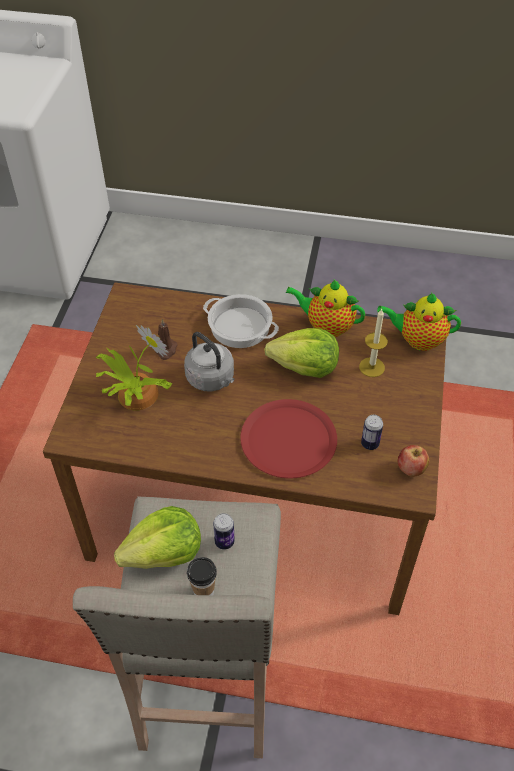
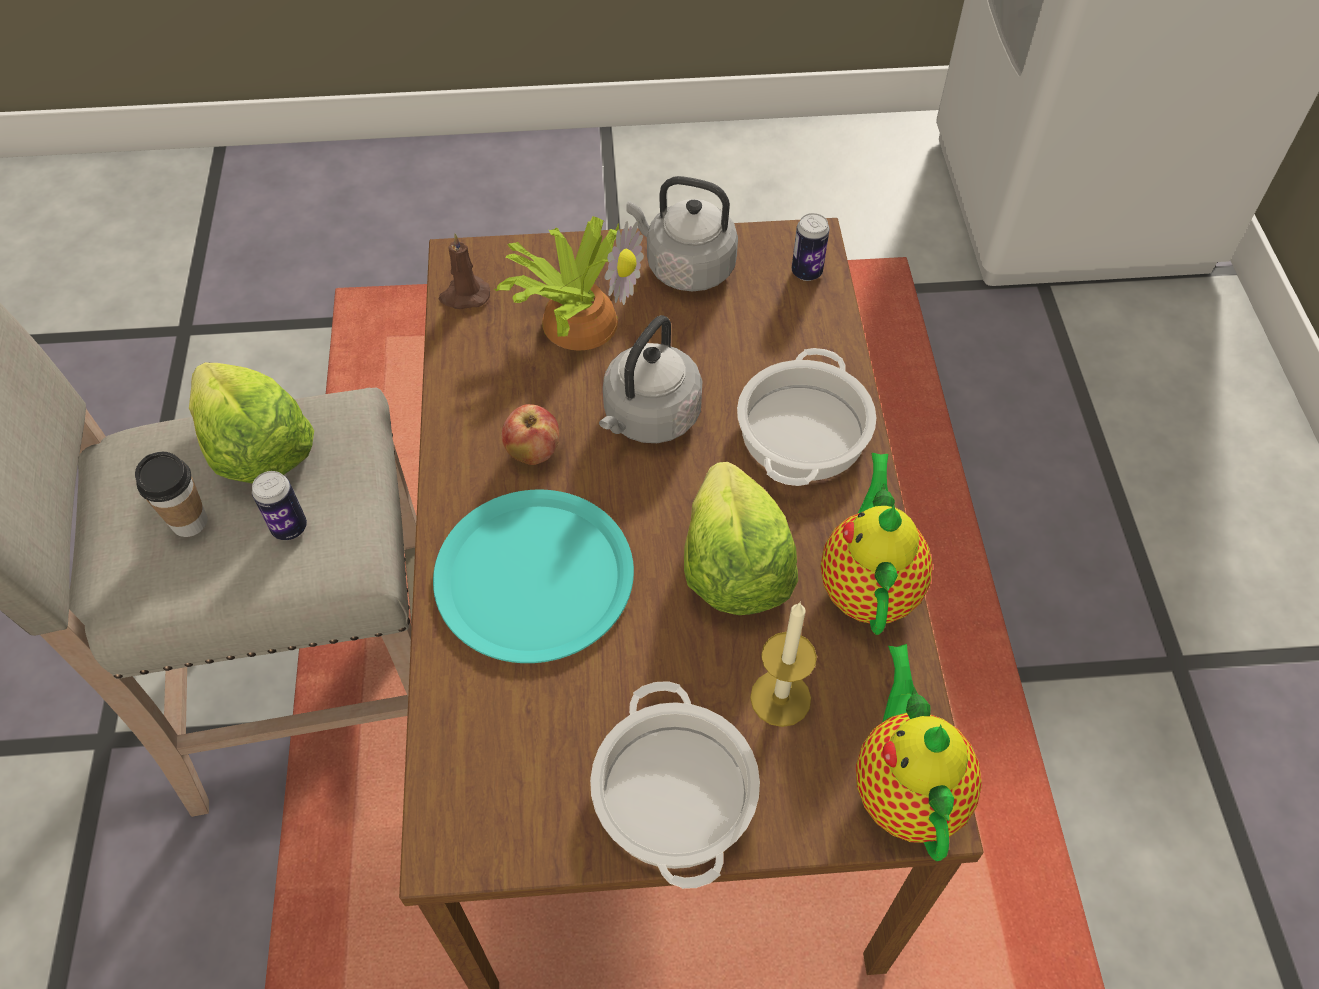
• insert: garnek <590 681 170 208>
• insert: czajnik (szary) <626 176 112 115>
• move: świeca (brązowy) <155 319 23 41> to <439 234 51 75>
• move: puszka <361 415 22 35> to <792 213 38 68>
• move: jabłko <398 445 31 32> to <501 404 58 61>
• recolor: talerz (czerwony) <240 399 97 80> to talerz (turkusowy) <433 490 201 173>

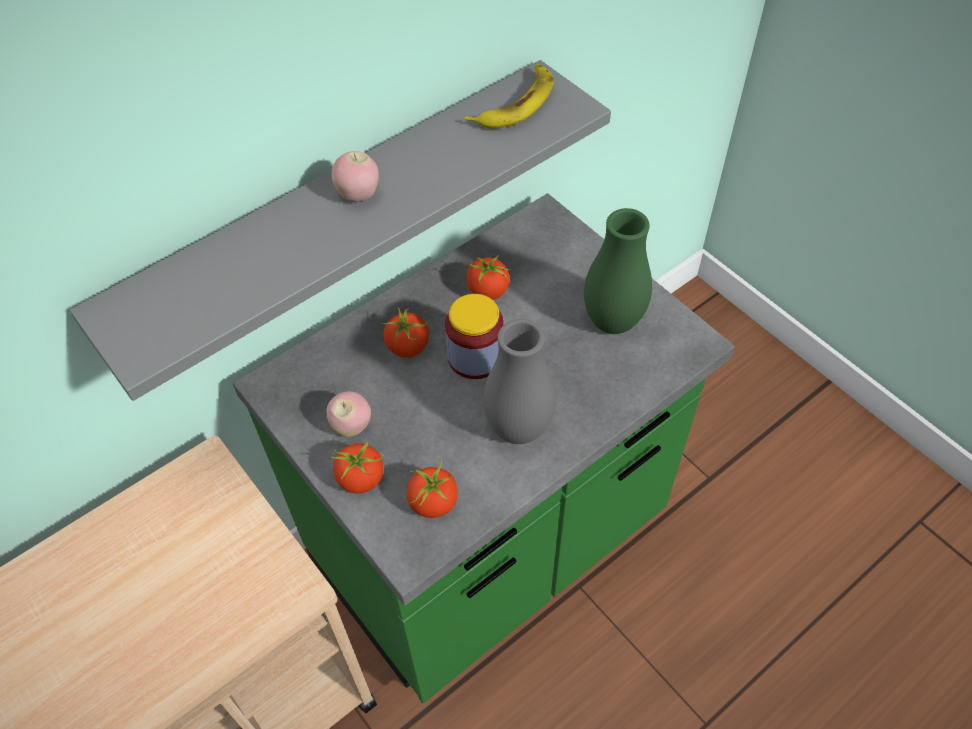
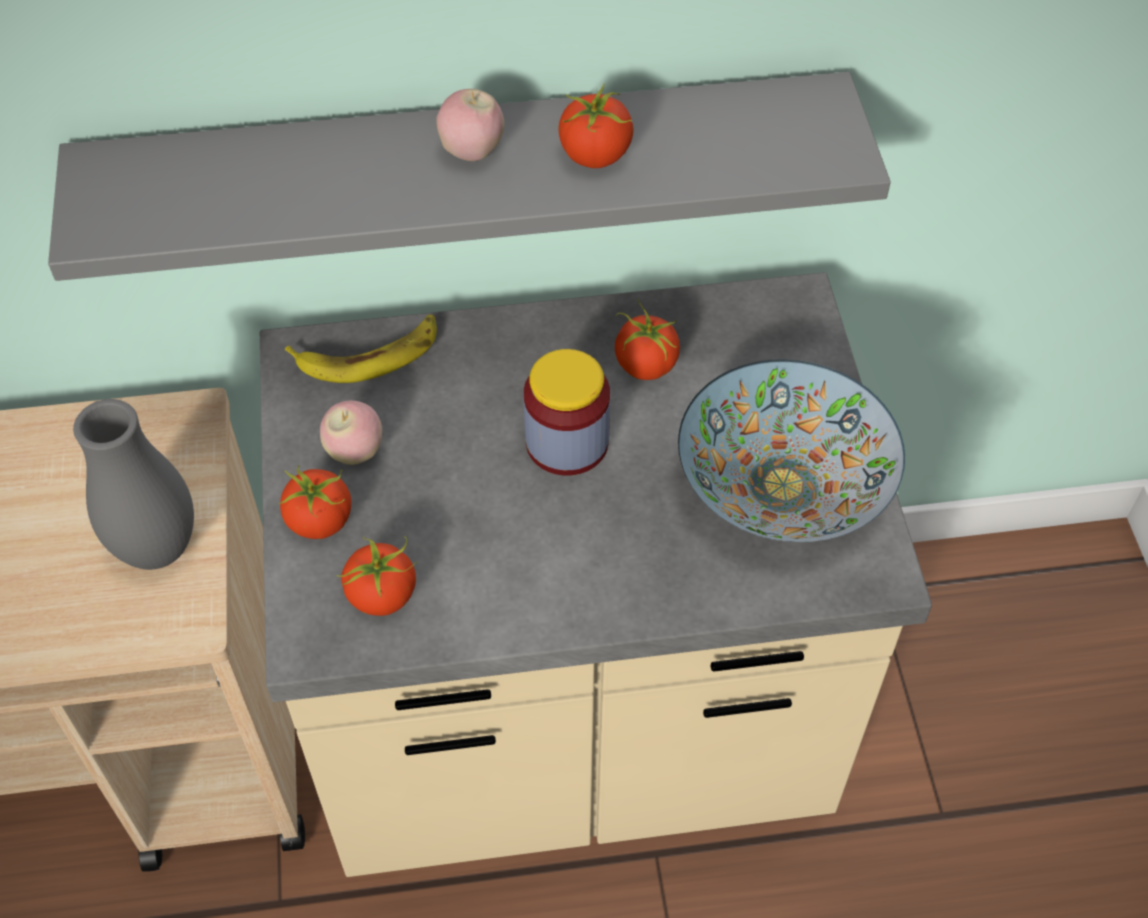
• move: pomidor <382 307 47 51> to <558 83 75 85>
• move: banan <465 64 89 64> to <285 315 152 68>
• move: wazon (szary) <483 319 73 125> to <73 399 121 171>
• replace: wazon (zielony) <584 208 68 126> to miska <678 359 227 183>
• recolor: zabudowa kuchenna (zielony) <233 194 502 509> to zabudowa kuchenna (beżowy) <260 272 672 605>

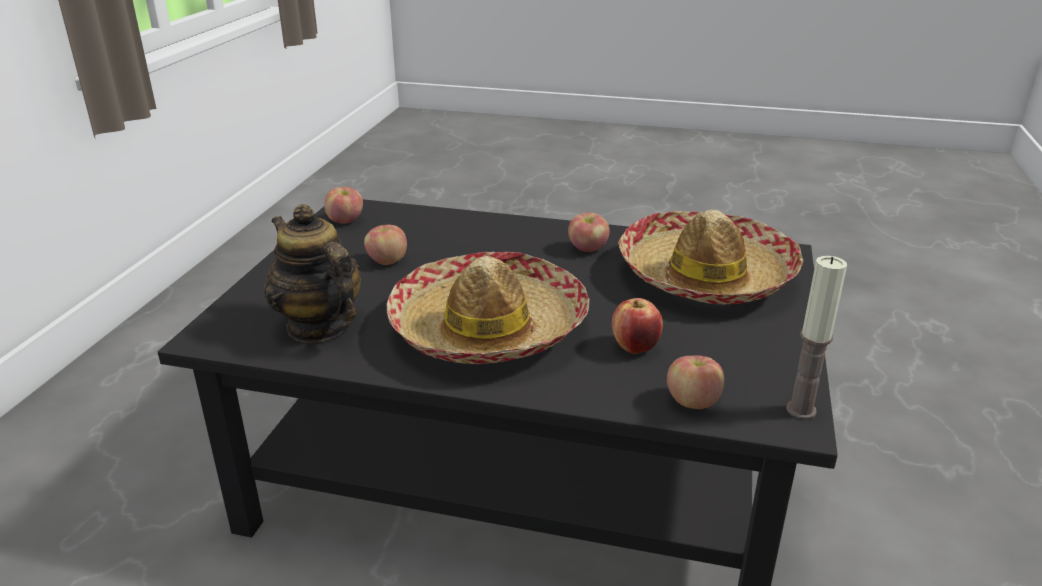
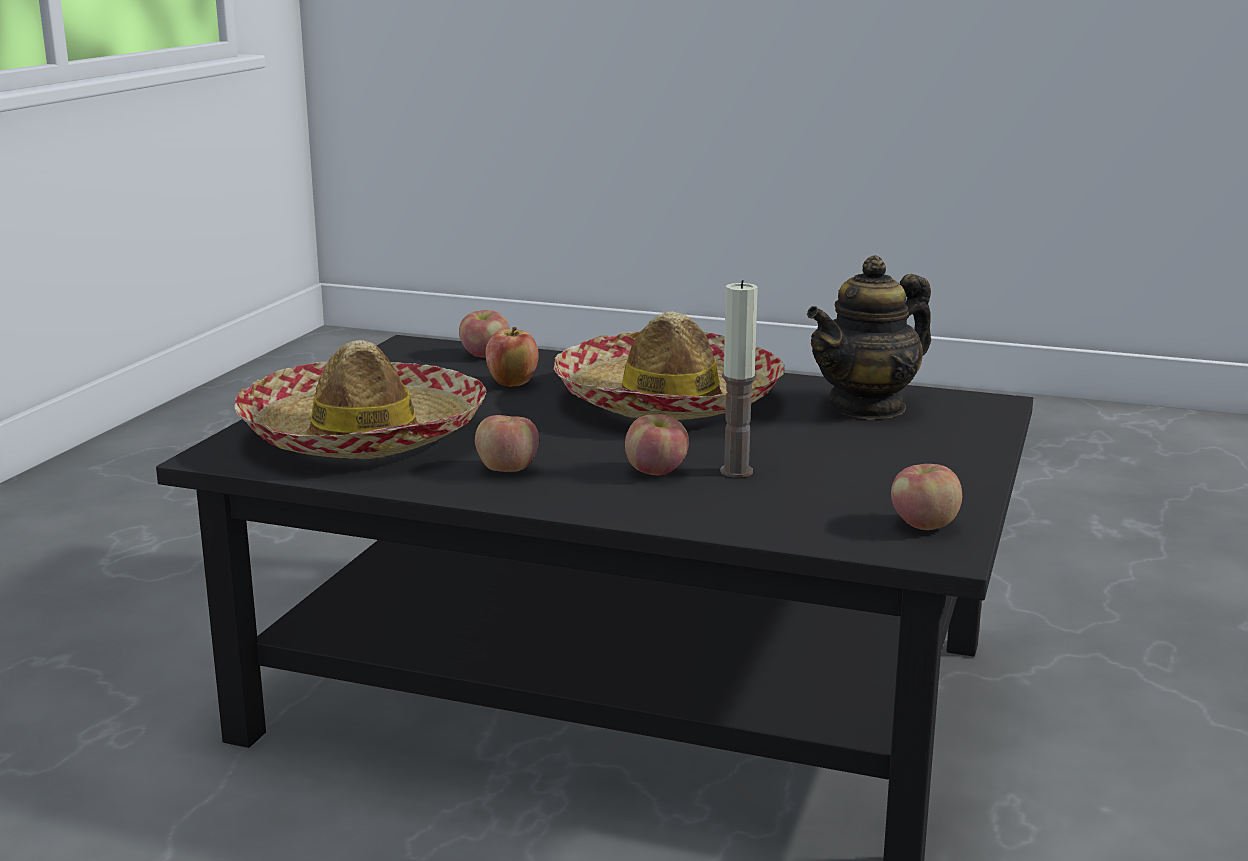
• move: jabłko <364 225 43 40> to <625 414 64 62>
• move: świeca <786 256 61 163> to <720 280 38 198>
• rotate: imbryk <264 204 97 139> = <807 255 124 165> 90 degrees clockwise

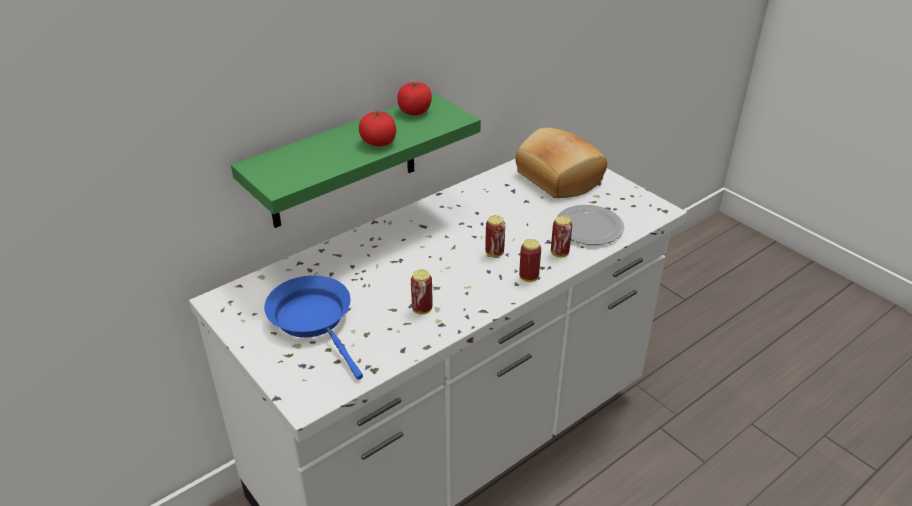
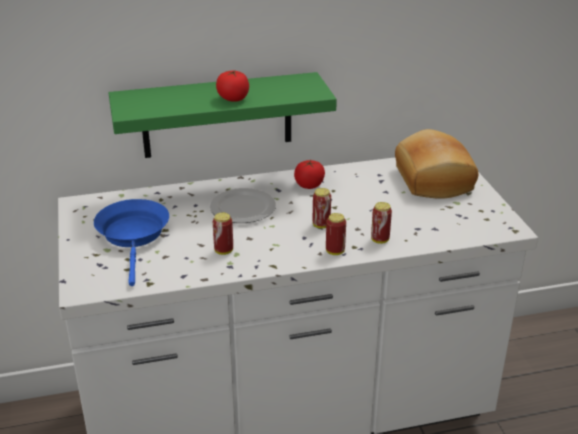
• move: pomidor <397 82 35 33> to <294 160 31 29>
• move: talerz <557 205 67 40> to <210 188 66 35>

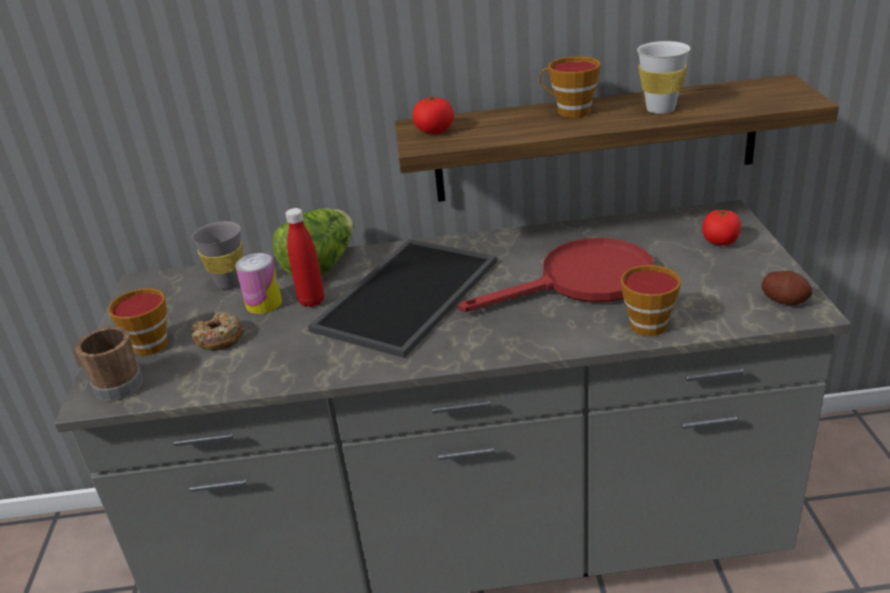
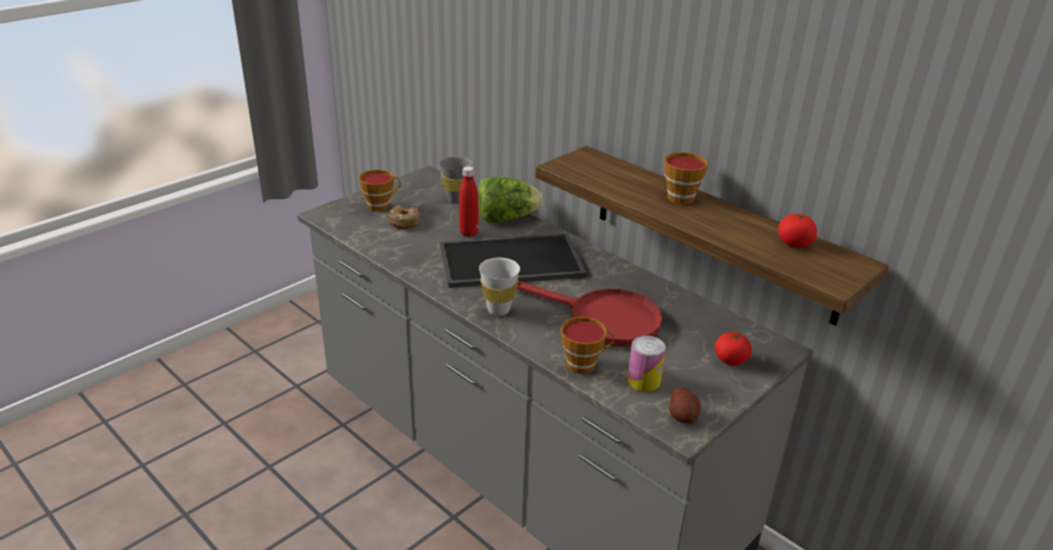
• delete: kubek (brązowy) <73 327 70 74>
• move: puszka <235 253 47 61> to <627 336 39 56>
• move: pomidor <412 96 42 38> to <778 214 39 34>
• move: filiżanka (biały) <637 41 53 73> to <479 258 41 58>

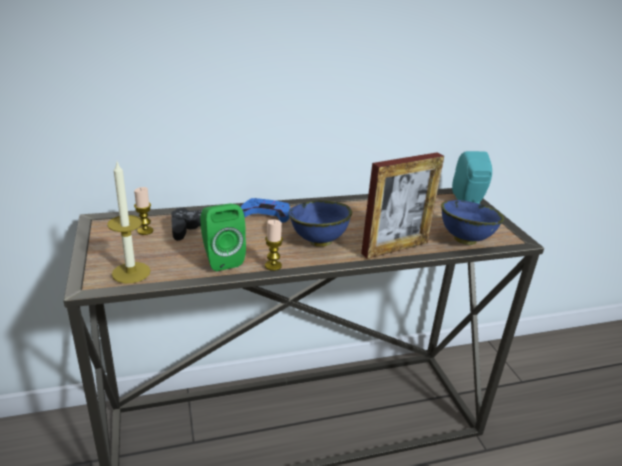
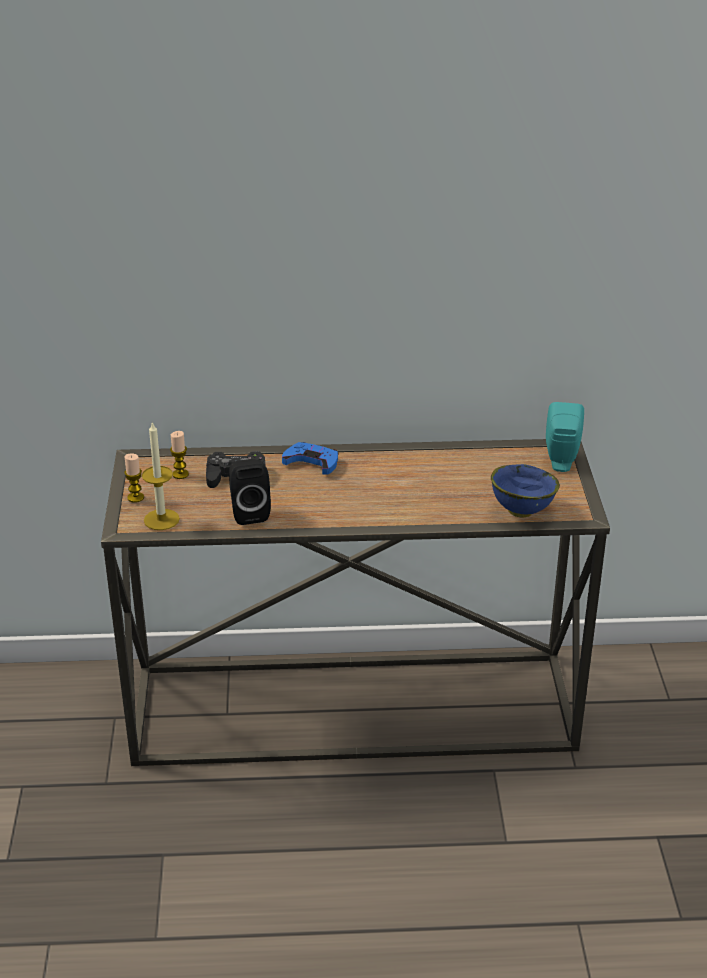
• delete: miska (niebieski) <289 200 63 47>
• delete: ramka na zdjęcie <361 152 83 107>
• move: świeca <265 219 18 52> to <124 453 20 50>
• recolor: głośnik (zielony) <200 203 46 68> to głośnik (czarny) <229 459 42 66>

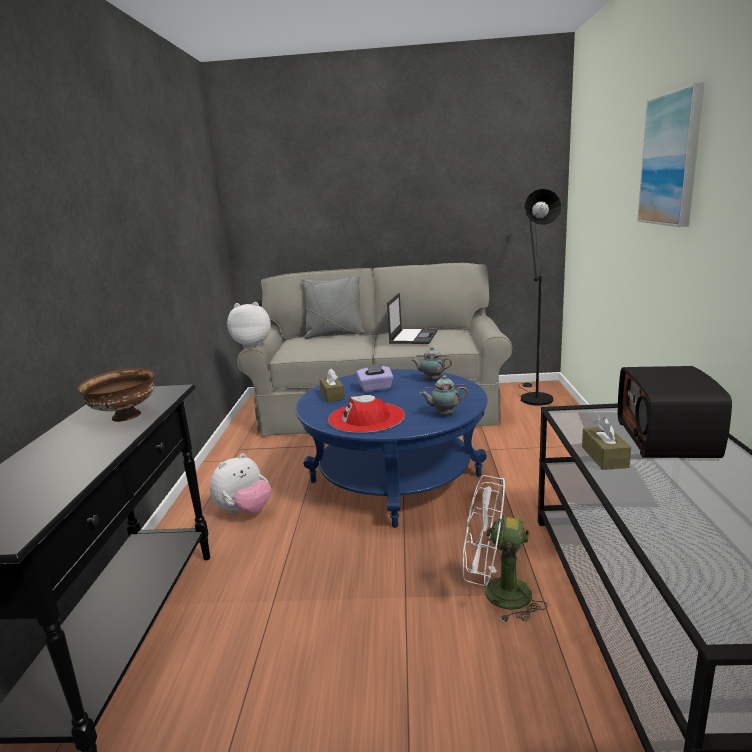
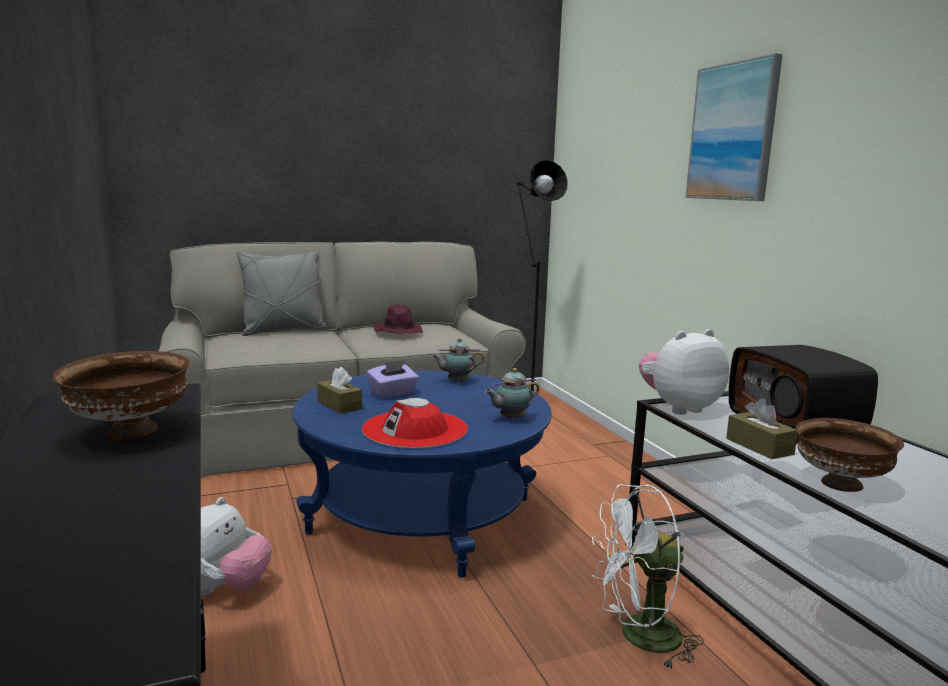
• insert: miska (brązowy) <796 418 108 74>
• move: pluszak <227 302 44 46> to <639 329 90 86>
• replace: laptop <387 293 50 51> to kapelusz (fioletowy) <373 304 50 30>

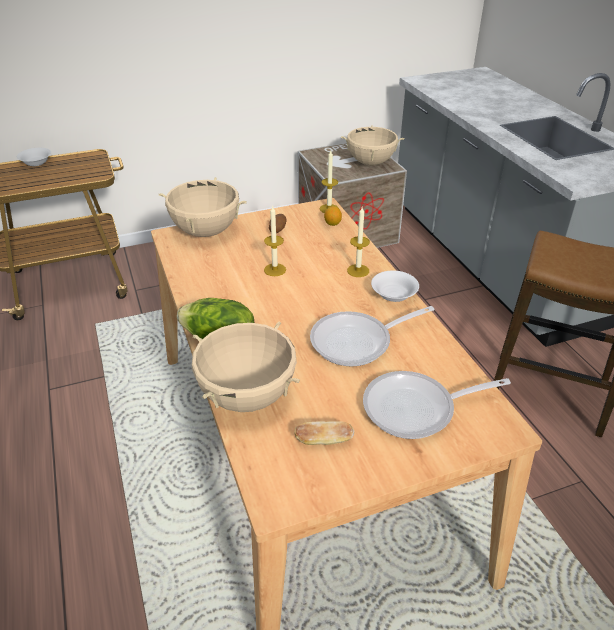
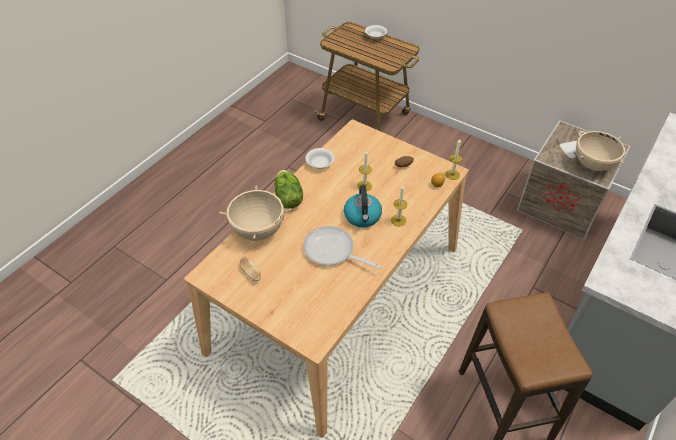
• delete: garnek (beżowy) <159 177 88 60>
• delete: patelnia <363 371 148 68>
• insert: czajnik <344 186 38 41>
• move: miska (biały) <371 270 48 32> to <305 148 30 21>

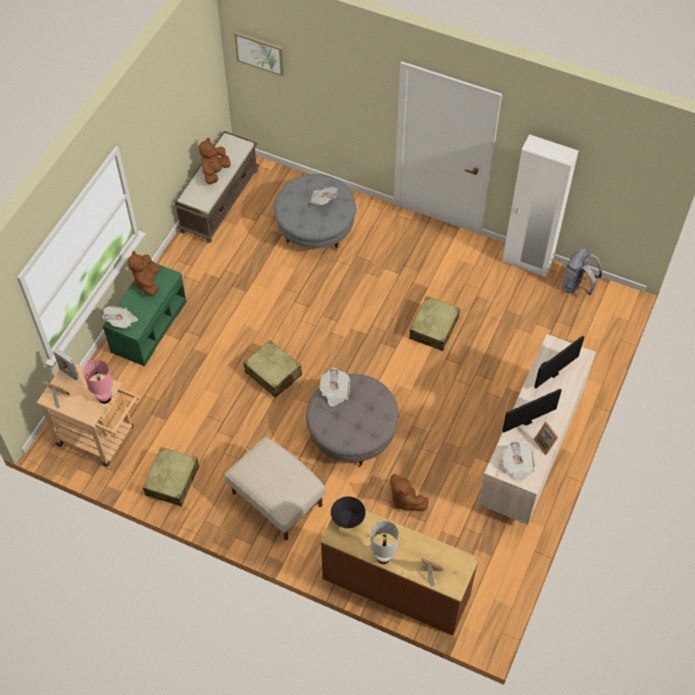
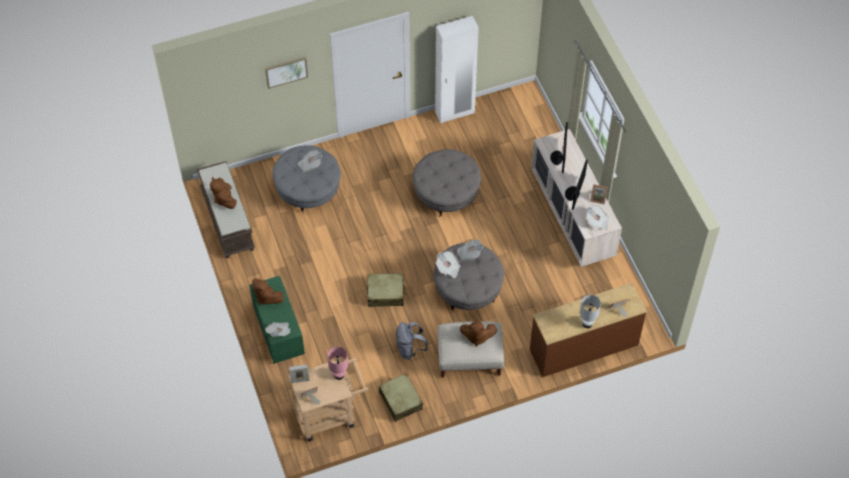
• delete: miska (czarny) <331 497 35 31>
• insert: gazeta <457 240 26 21>
• move: obraz <234 32 50 44> to <265 56 43 33>
• move: pluszak (brązowy) <390 474 39 37> to <460 320 37 27>
• move: plecak (szary) <563 248 39 47> to <396 322 32 38>
• replace: walizka (beżowy) <409 296 51 55> to pufa (szary) <412 149 69 68>

